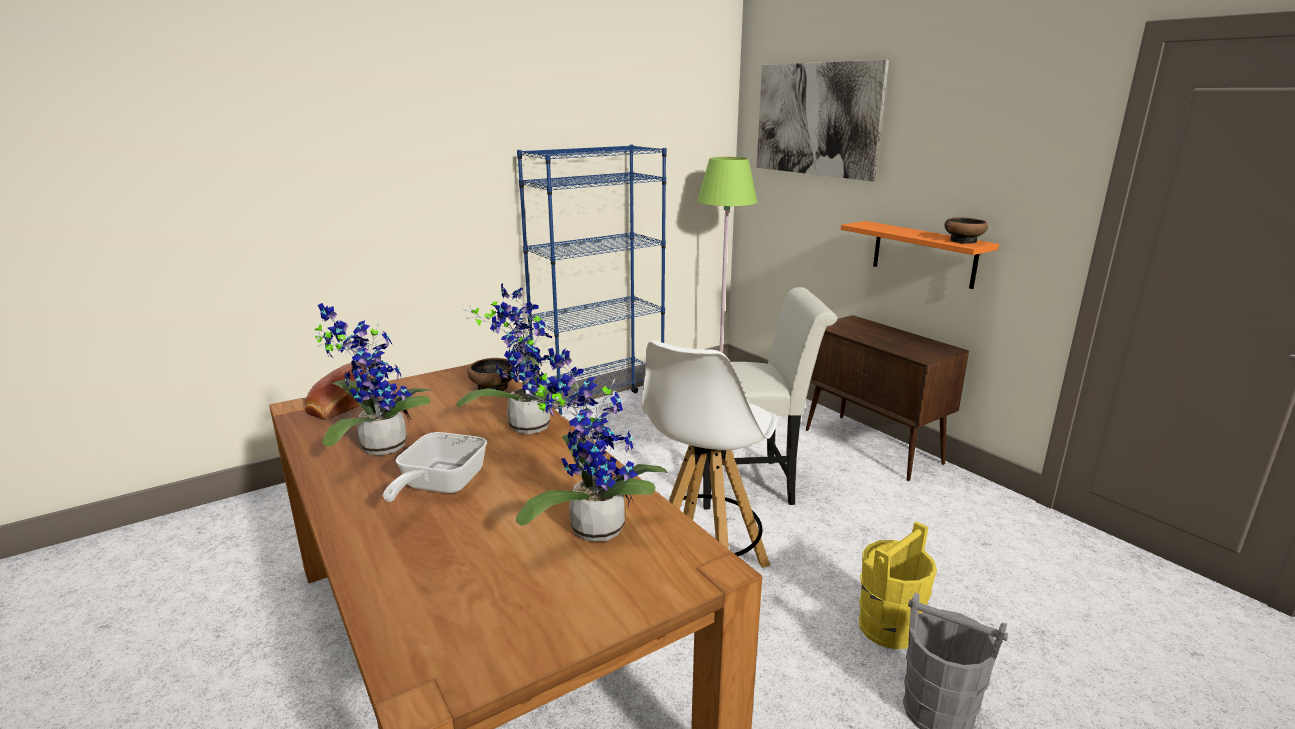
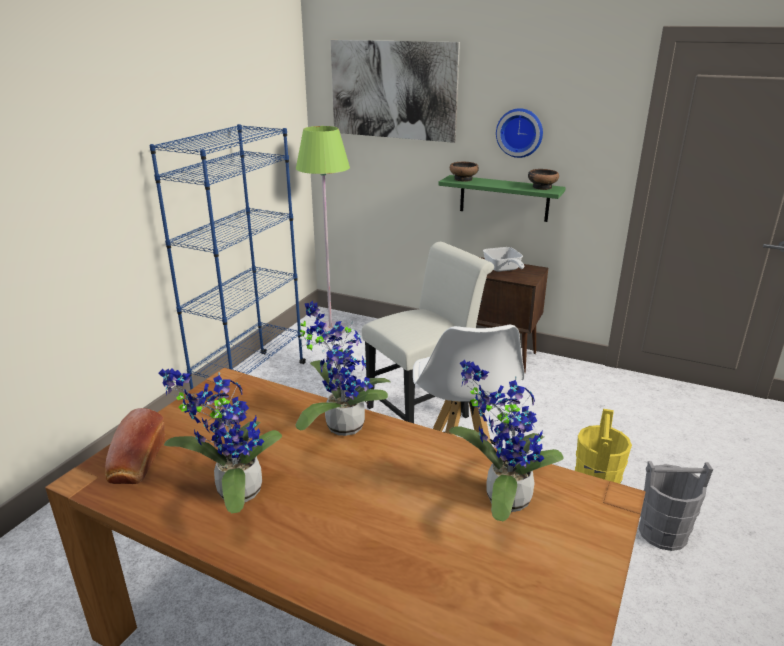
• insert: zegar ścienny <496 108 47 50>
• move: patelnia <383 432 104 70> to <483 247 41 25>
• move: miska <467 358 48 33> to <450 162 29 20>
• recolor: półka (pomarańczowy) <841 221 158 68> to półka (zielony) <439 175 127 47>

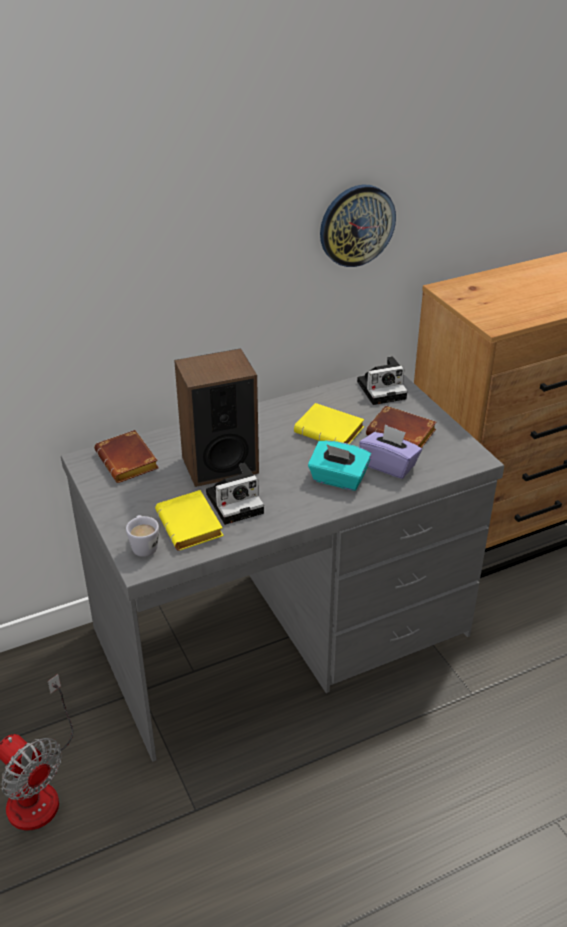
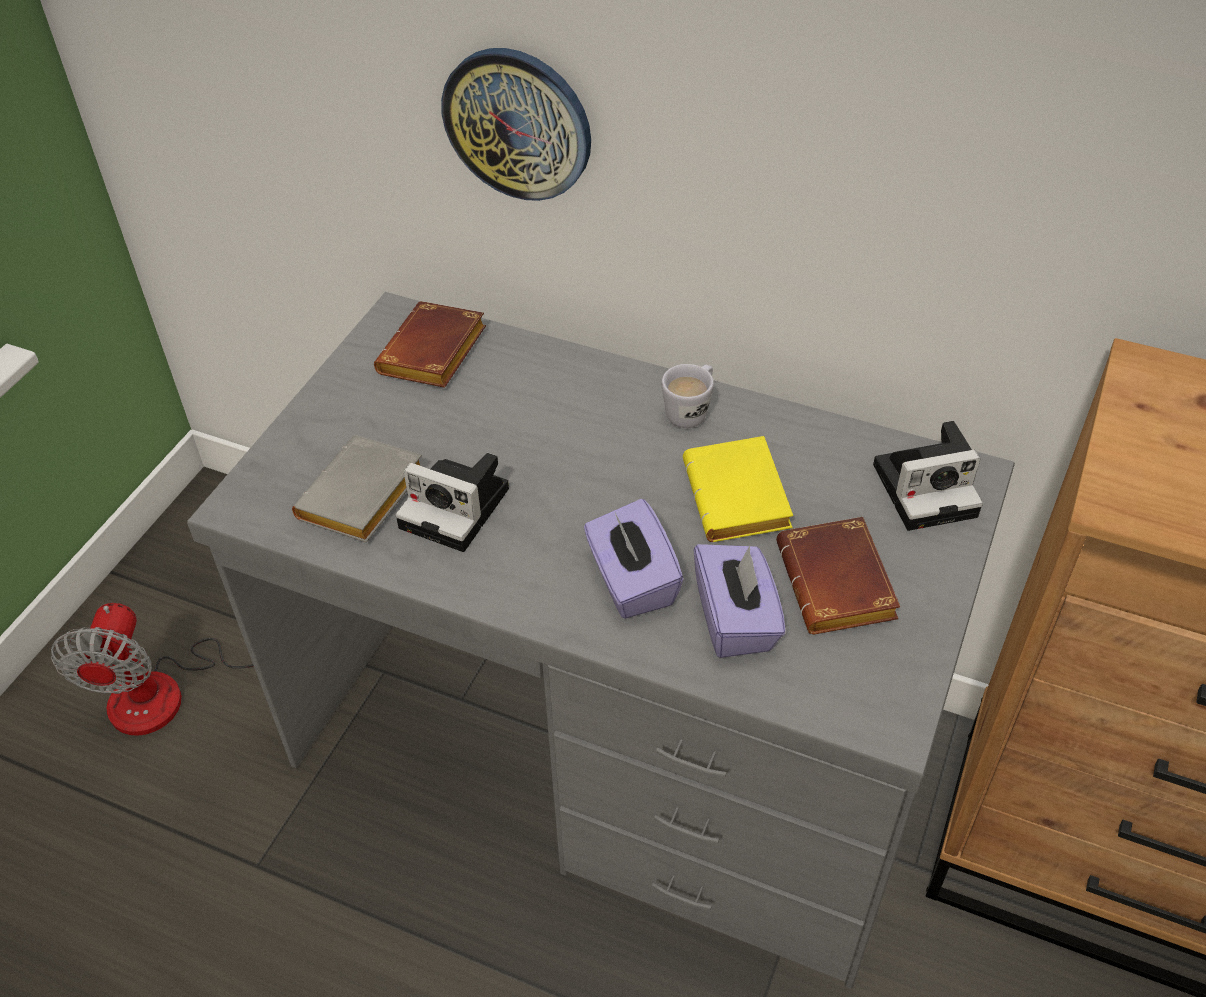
• delete: głośnik <174 348 85 139>
• move: kubek (biały) <126 515 33 42> to <662 364 52 64>
• move: zegar ścienny <320 185 76 82> to <441 48 150 153>
• recolor: książka (żółty) <155 490 69 61> to książka (szary) <292 435 130 108>
• recolor: pudełko chusteczek (turkusowy) <308 440 63 51> to pudełko chusteczek (fioletowy) <584 499 100 120>
• rotate: aparat fotograficzny <357 356 51 49> = <873 421 110 110> 45 degrees counterclockwise

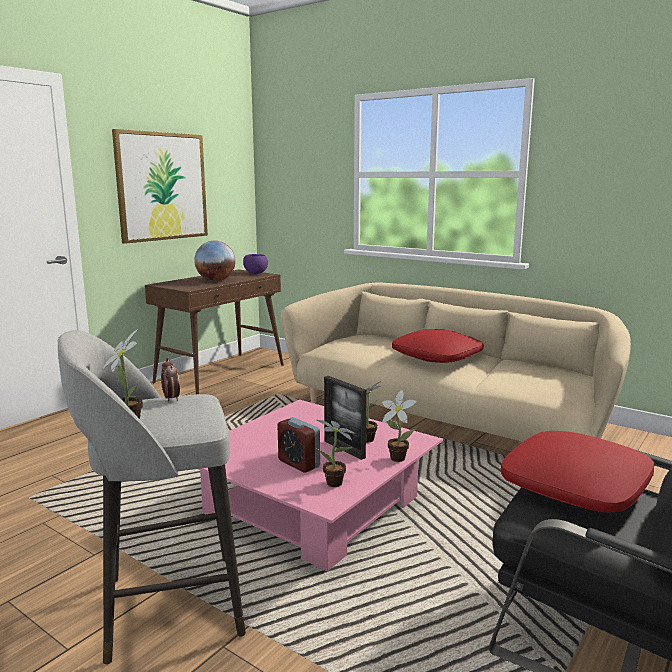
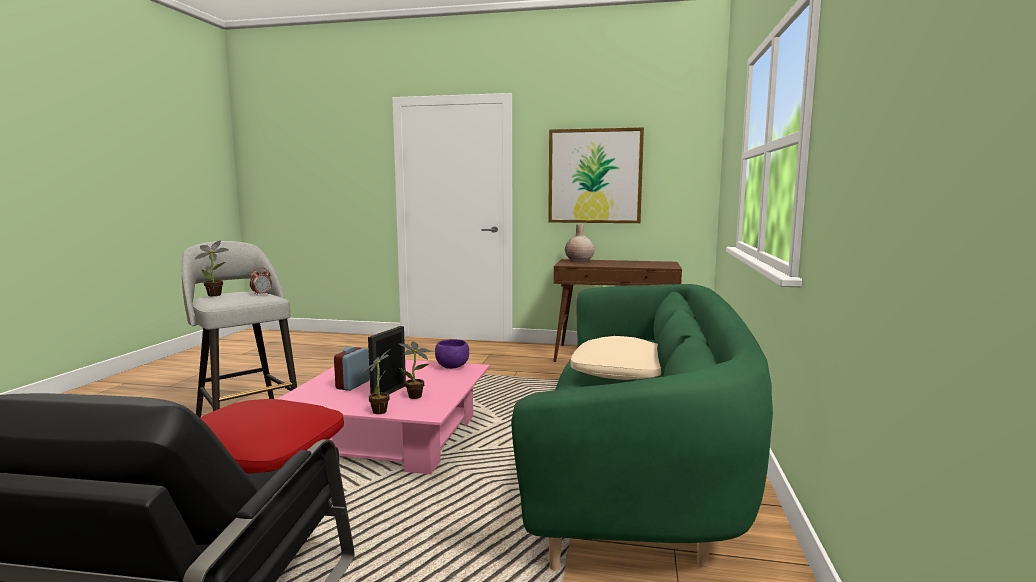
• delete: globus <194 241 42 40>
• delete: roślina doniczkowa <317 420 38 67>
• insert: wazon (beżowy) <565 224 30 38>
• move: miska (fioletowy) <243 254 25 20> to <435 339 34 30>
• recolor: kanapa (beżowy) <281 283 350 159> to kanapa (zielony) <511 284 262 287>
• recolor: poduszka (czerwony) <392 329 92 34> to poduszka (beżowy) <571 336 90 44>

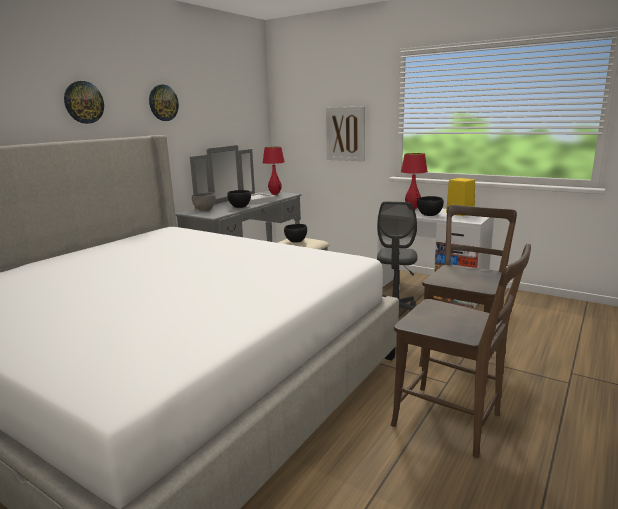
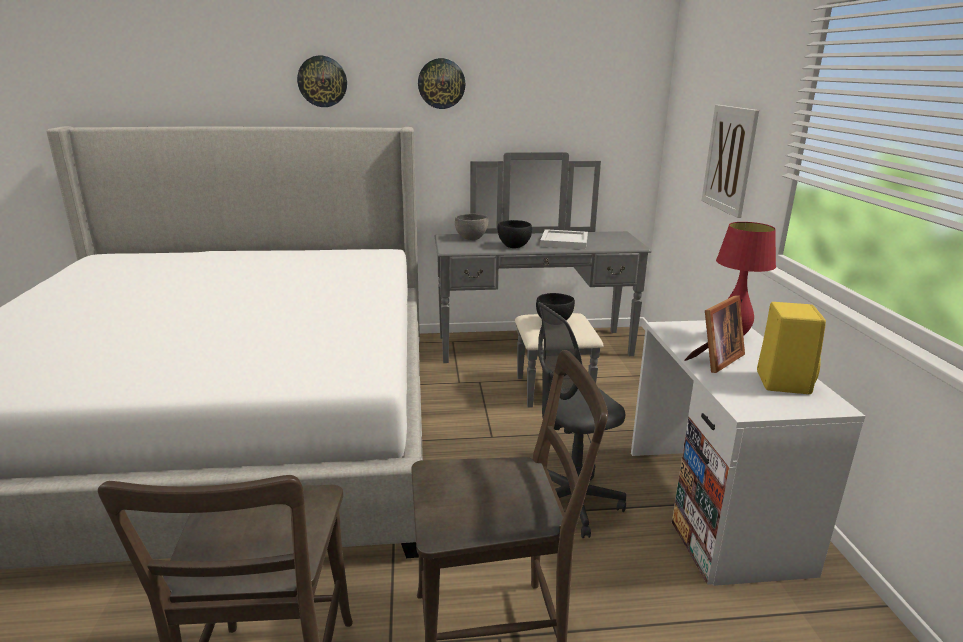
• delete: lampa stołowa (czerwony) <263 147 22 48>
• replace: miska (czarny) <417 196 27 20> to ramka na zdjęcie <684 295 61 78>

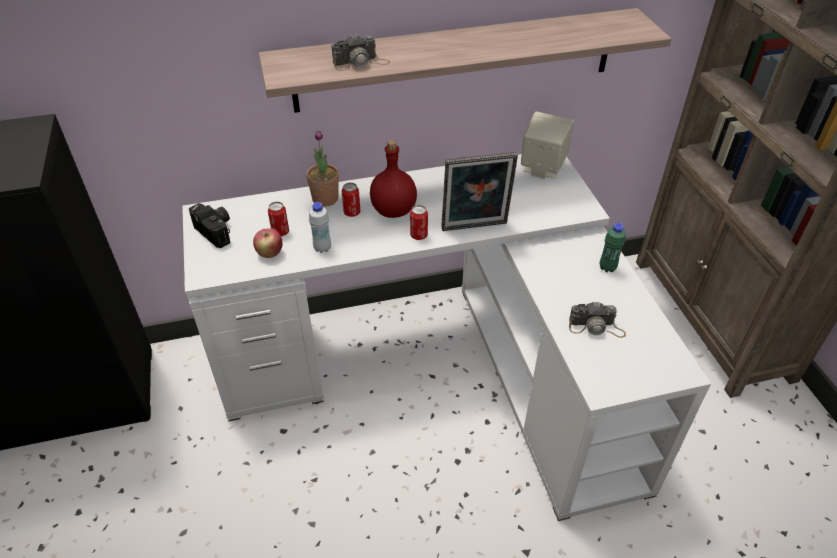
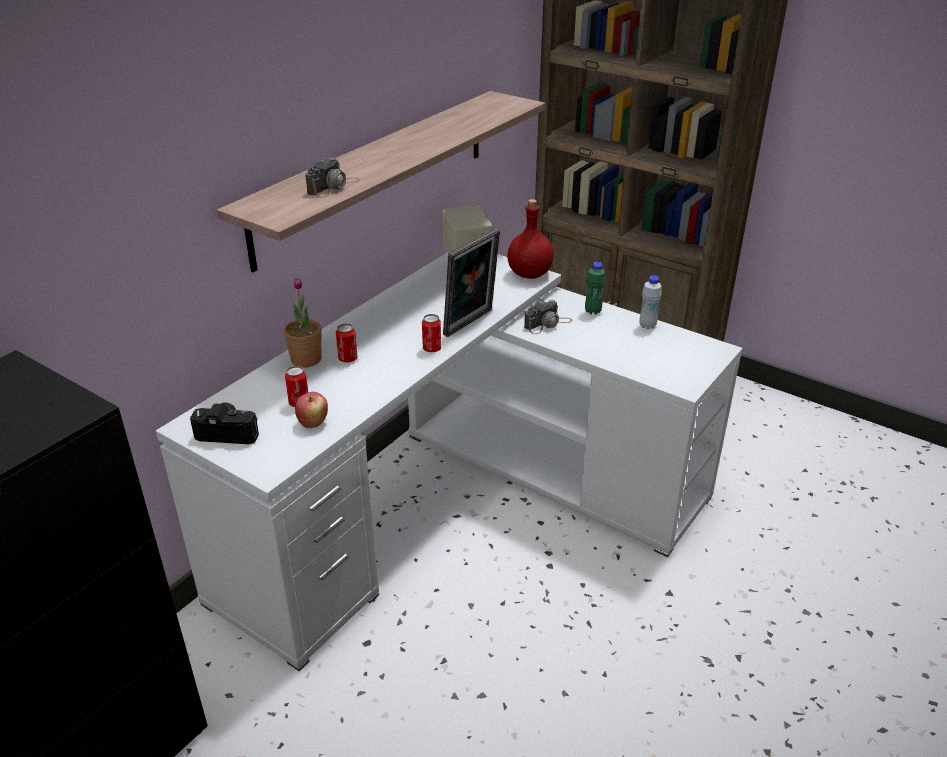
• move: butelka (biały) <309 202 22 51> to <639 275 23 54>
• move: butelka (czerwony) <370 140 47 78> to <507 199 47 80>
• move: aparat fotograficzny <569 301 57 37> to <524 300 48 34>

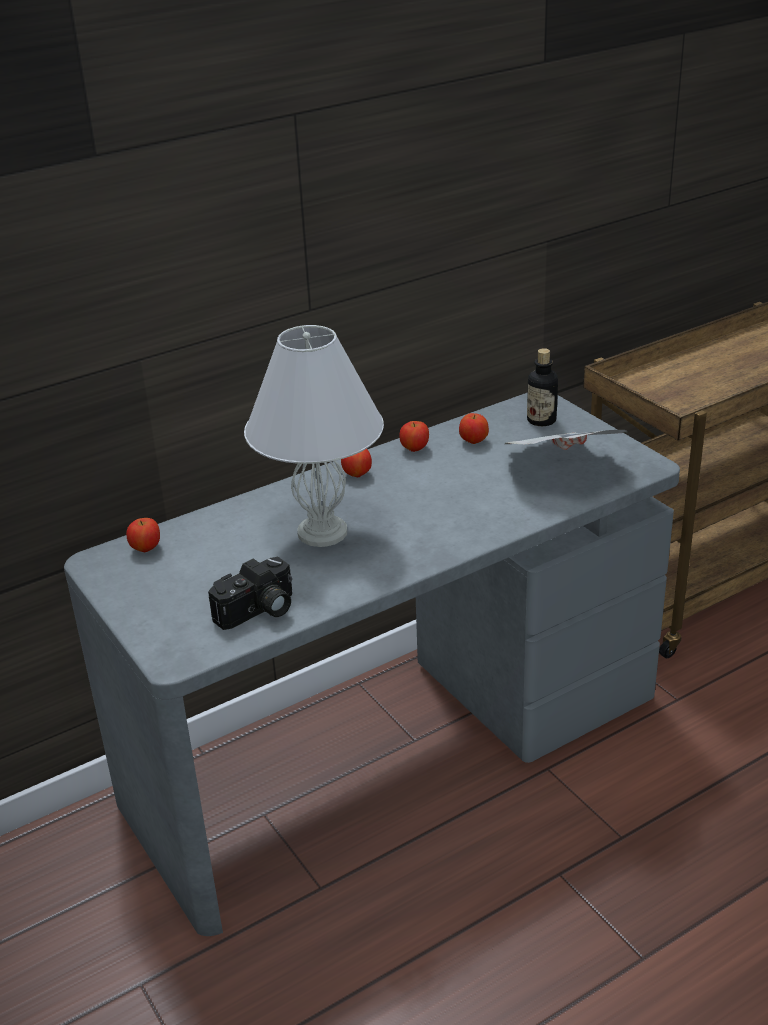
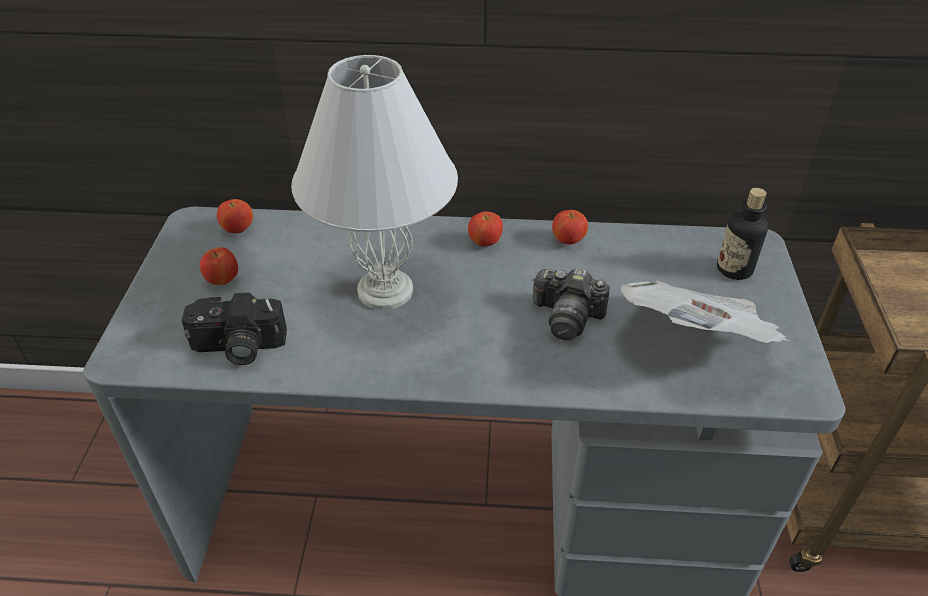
• insert: aparat fotograficzny <532 268 78 73>
• move: jabłko <459 413 30 31> to <200 247 38 38>

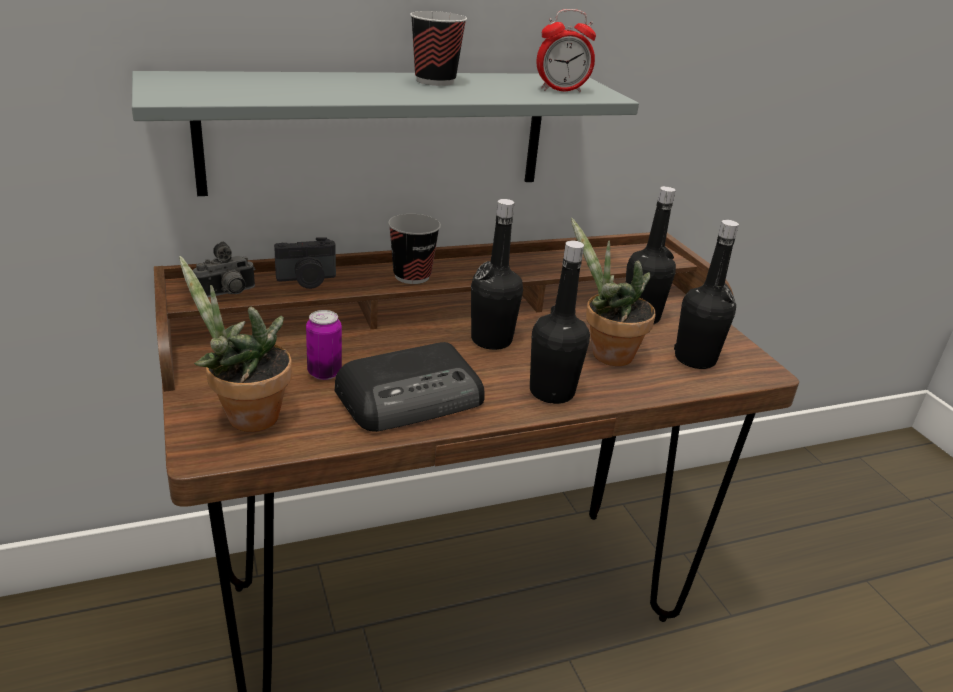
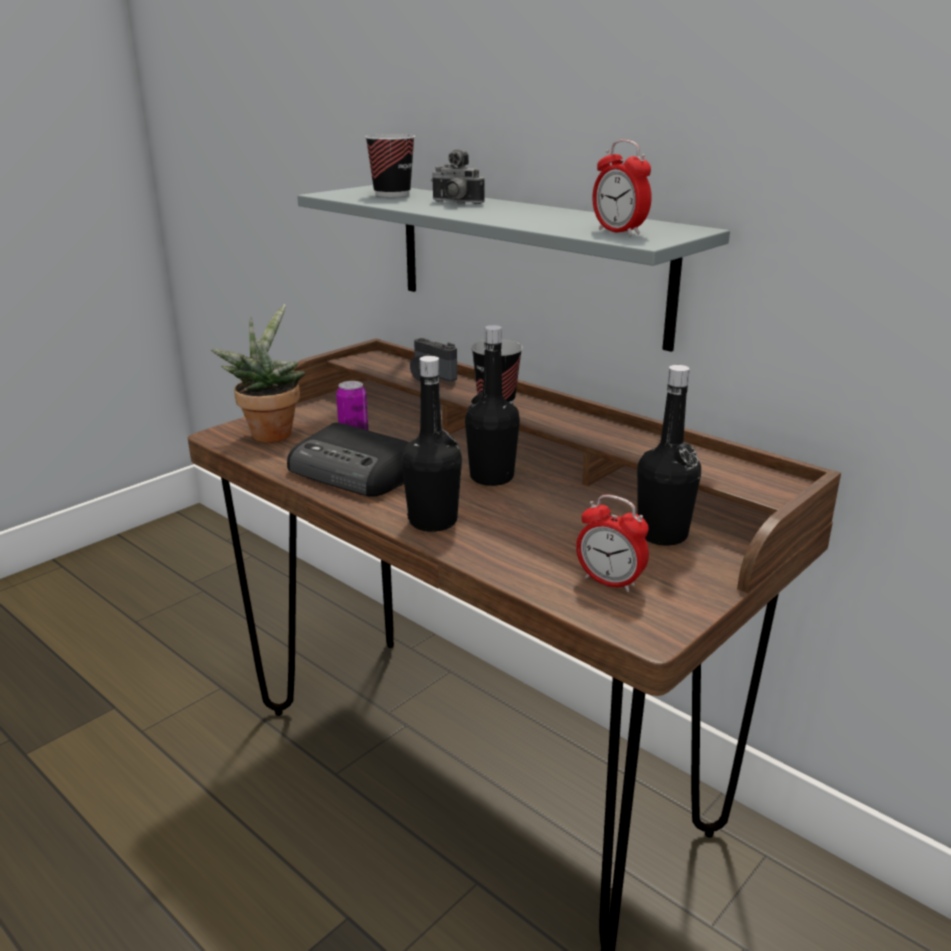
• delete: roślina doniczkowa <571 217 85 149>
• move: aparat fotograficzny <193 242 62 55> to <431 149 54 55>
• move: filiżanka <410 11 57 75> to <365 134 50 63>
• replace: butelka (czarny) <674 220 65 149> to budzik <576 495 73 97>

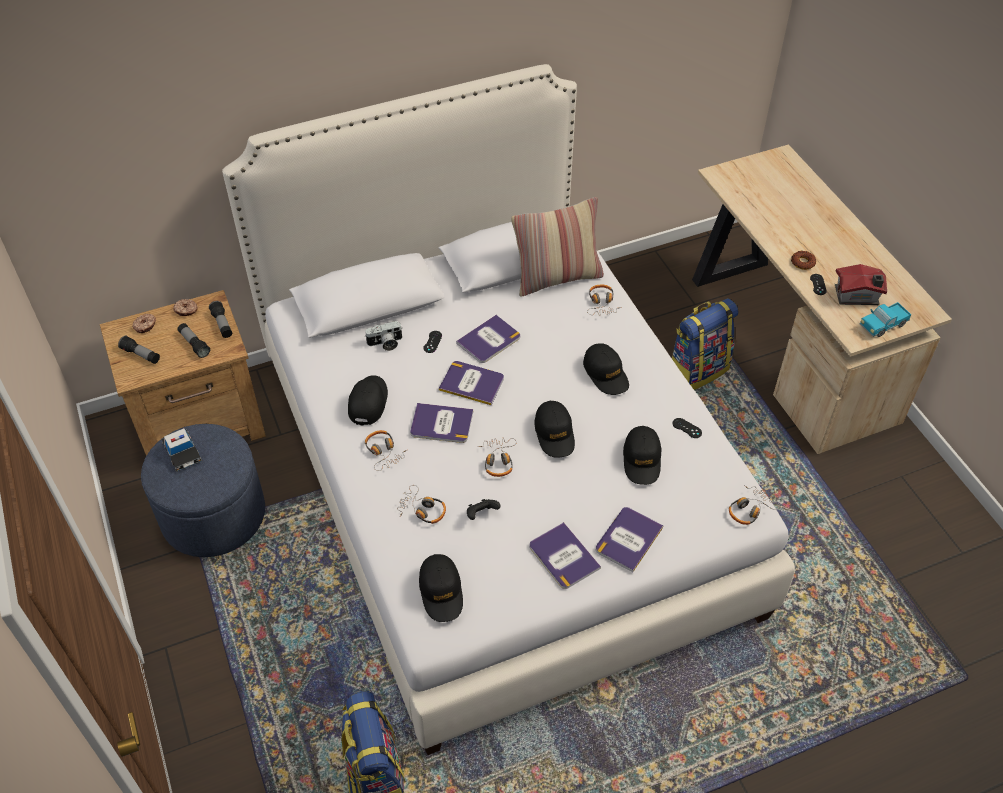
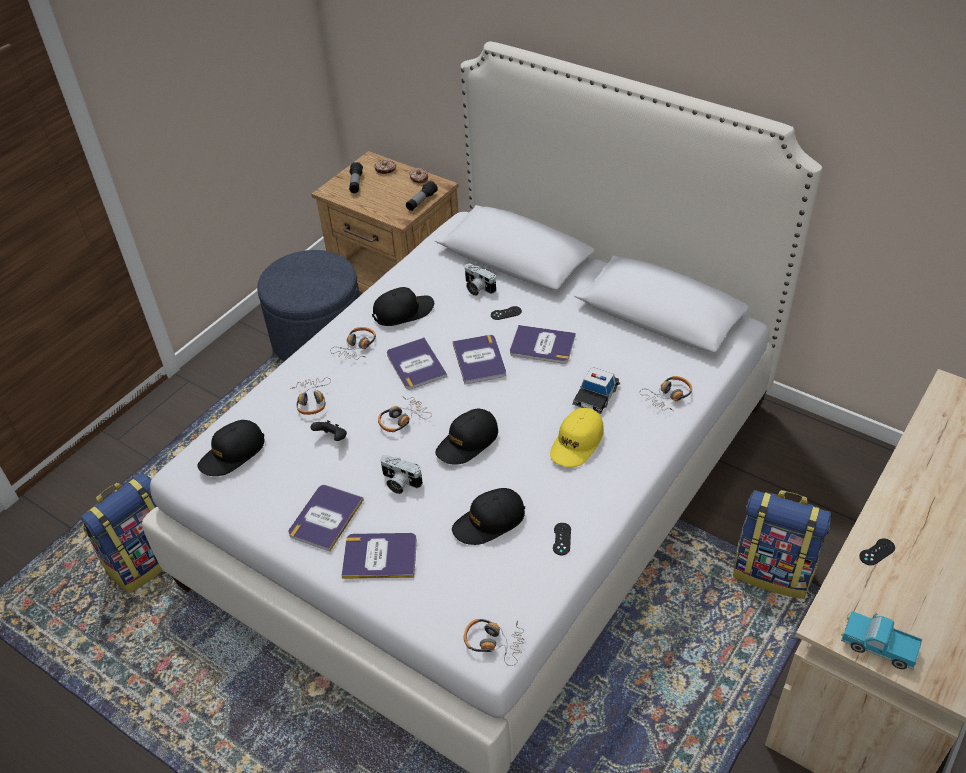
• delete: latarka <177 323 33 35>
• delete: poduszka <511 197 93 100>
• delete: donut <791 251 25 19>
• delete: domek <835 264 52 41>
• insert: aparat fotograficzny <380 455 43 39>
• move: samochodzik <162 428 40 44> to <572 367 48 47>
• recolor: czapka z daszkiem (czarny) <583 343 46 52> to czapka z daszkiem (żółty) <550 408 54 59>

